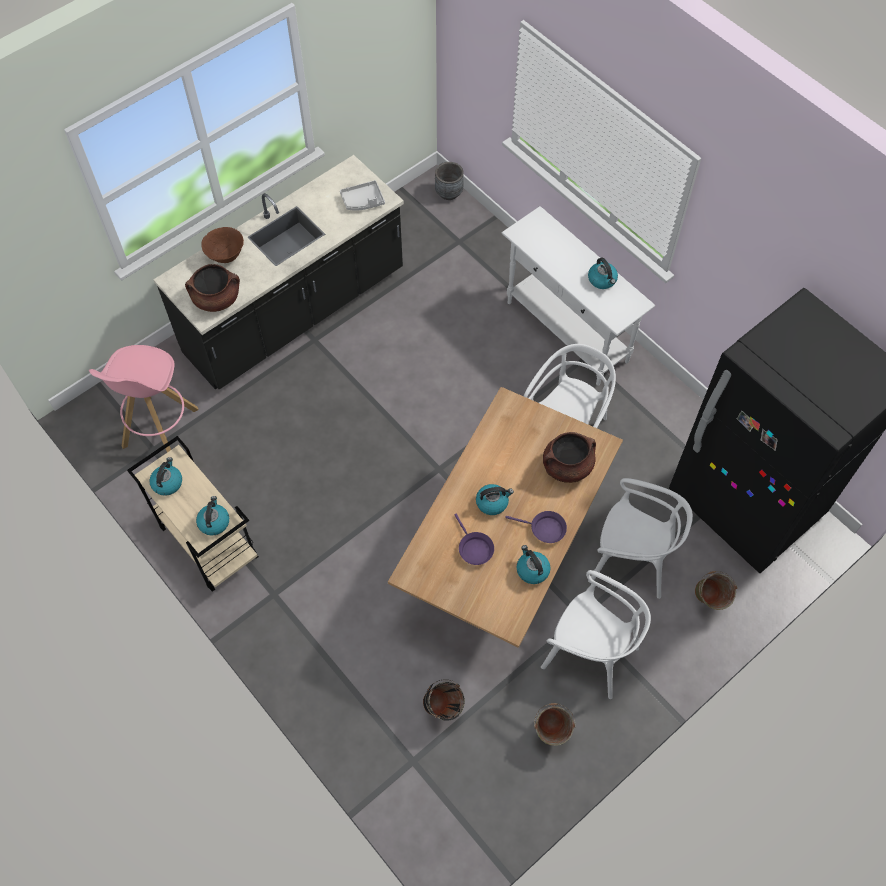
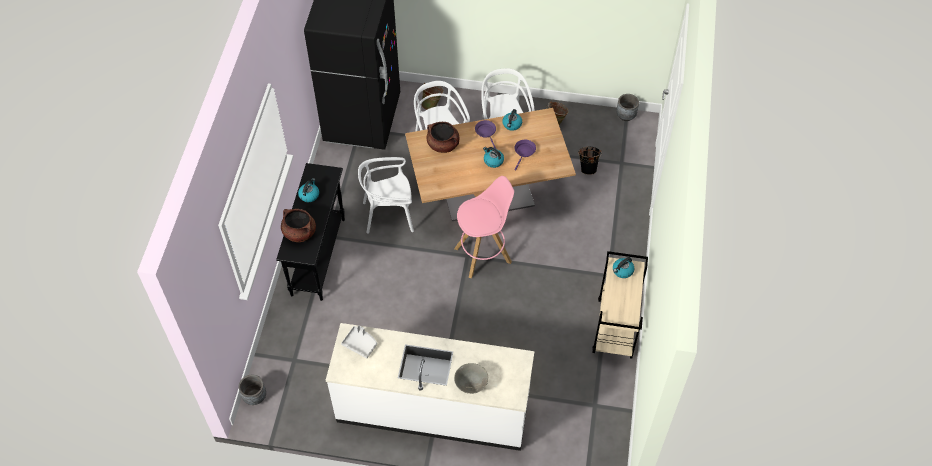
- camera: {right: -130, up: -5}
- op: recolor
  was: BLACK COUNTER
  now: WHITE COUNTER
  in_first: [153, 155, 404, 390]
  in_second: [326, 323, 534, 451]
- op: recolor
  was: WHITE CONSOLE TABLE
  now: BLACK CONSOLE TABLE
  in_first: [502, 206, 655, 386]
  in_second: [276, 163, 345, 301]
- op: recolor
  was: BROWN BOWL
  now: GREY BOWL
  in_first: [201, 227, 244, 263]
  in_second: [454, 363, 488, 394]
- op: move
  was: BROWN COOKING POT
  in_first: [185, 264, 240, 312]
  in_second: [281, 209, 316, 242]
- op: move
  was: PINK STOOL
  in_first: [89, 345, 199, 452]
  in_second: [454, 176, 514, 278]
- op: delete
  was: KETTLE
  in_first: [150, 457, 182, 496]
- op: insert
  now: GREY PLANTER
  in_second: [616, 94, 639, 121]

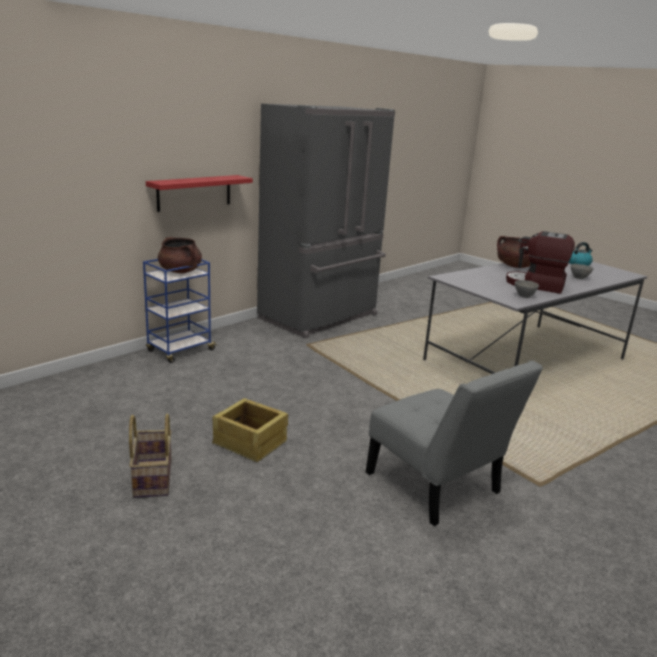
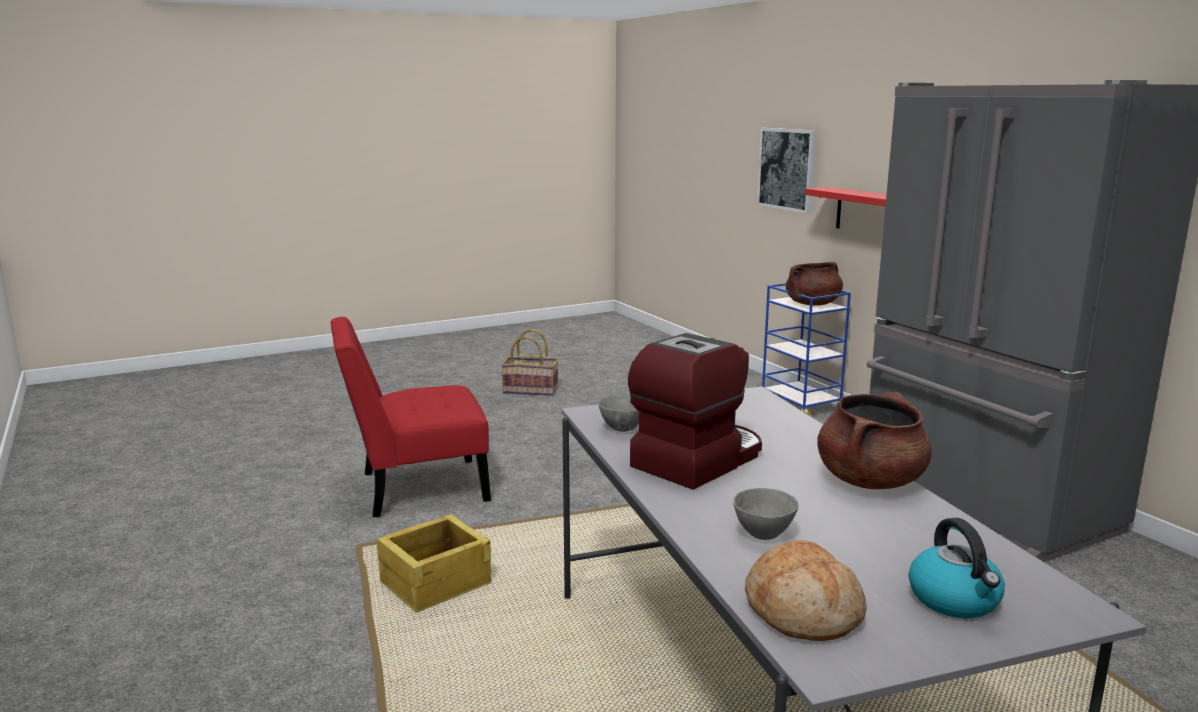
- camera: {right: 110, up: -5}
- op: recolor
  was: GREY CHAIR
  now: RED CHAIR
  in_first: [366, 361, 543, 526]
  in_second: [330, 317, 491, 517]
- op: move
  was: CRATE
  in_first: [212, 398, 288, 462]
  in_second: [377, 514, 491, 613]
- op: insert
  now: PICTURE
  in_second: [757, 128, 817, 213]
- op: insert
  now: BREAD
  in_second: [745, 540, 867, 641]

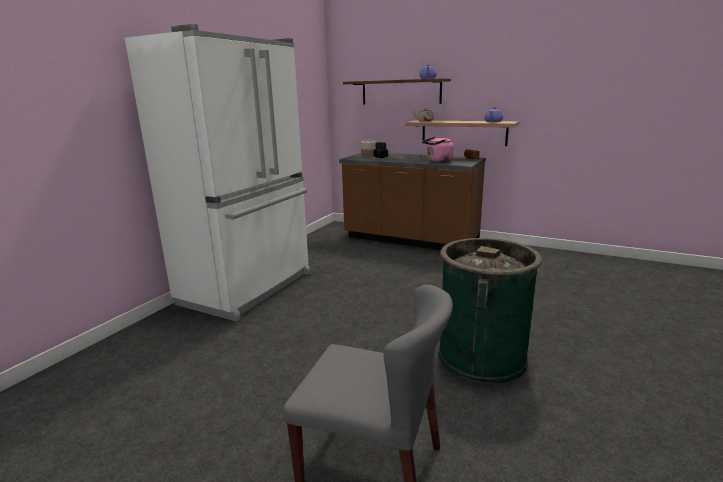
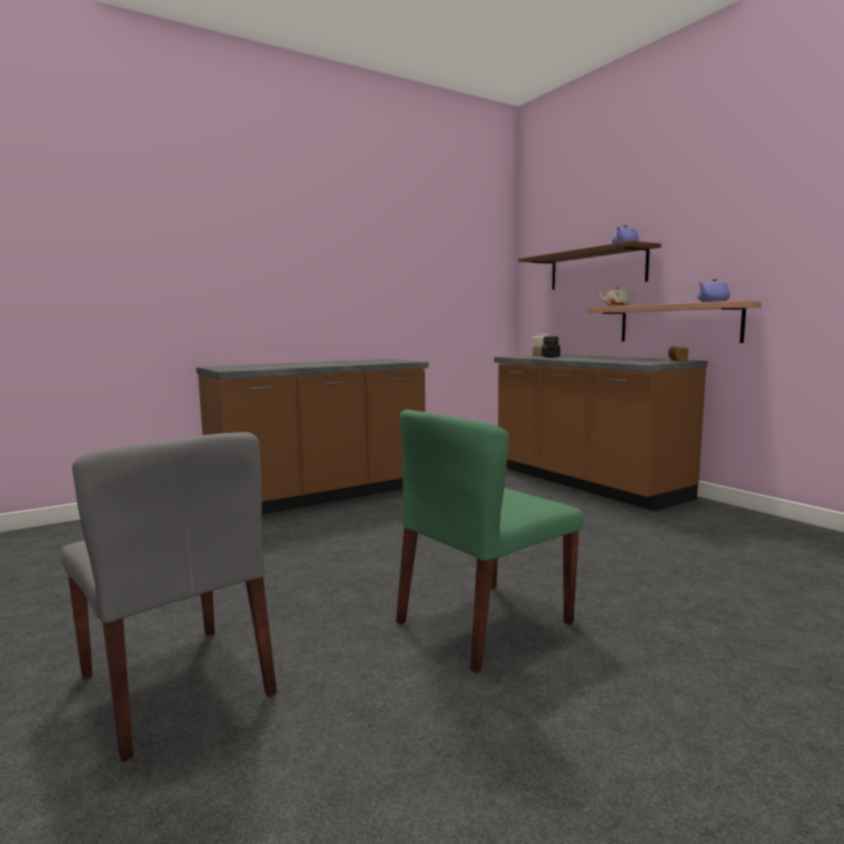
- camera: {right: 30, up: -10}
- op: replace
  was: WHITE FRIDGE
  now: BROWN COUNTER
  in_first: [125, 24, 311, 321]
  in_second: [196, 359, 429, 514]
- op: delete
  was: PINK KETTLE
  in_first: [423, 136, 453, 163]
- op: replace
  was: GREEN TRASH CAN
  now: GREEN CHAIR
  in_first: [438, 238, 542, 384]
  in_second: [396, 410, 583, 673]

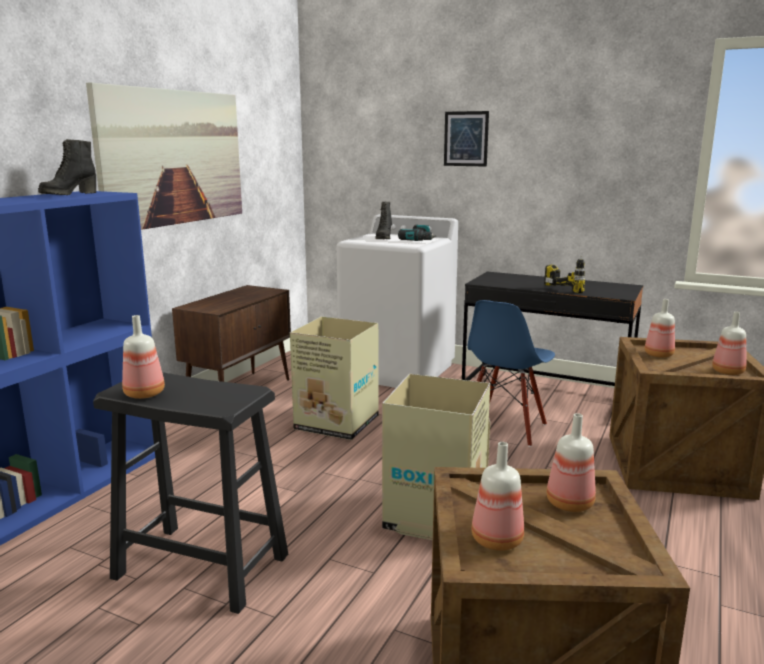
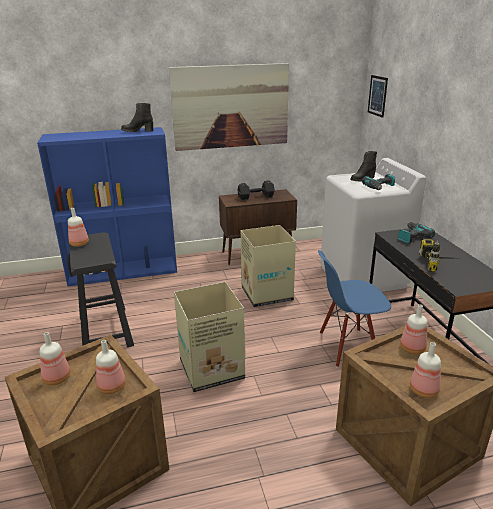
- camera: {right: 50, up: 10}
- op: move
  was: PICTURE
  in_first: [444, 111, 489, 167]
  in_second: [368, 75, 388, 118]
- op: insert
  now: BLACK DUMBBELL
  in_second: [237, 181, 275, 200]
- op: insert
  now: POWER DRILL
  in_second: [398, 222, 435, 244]

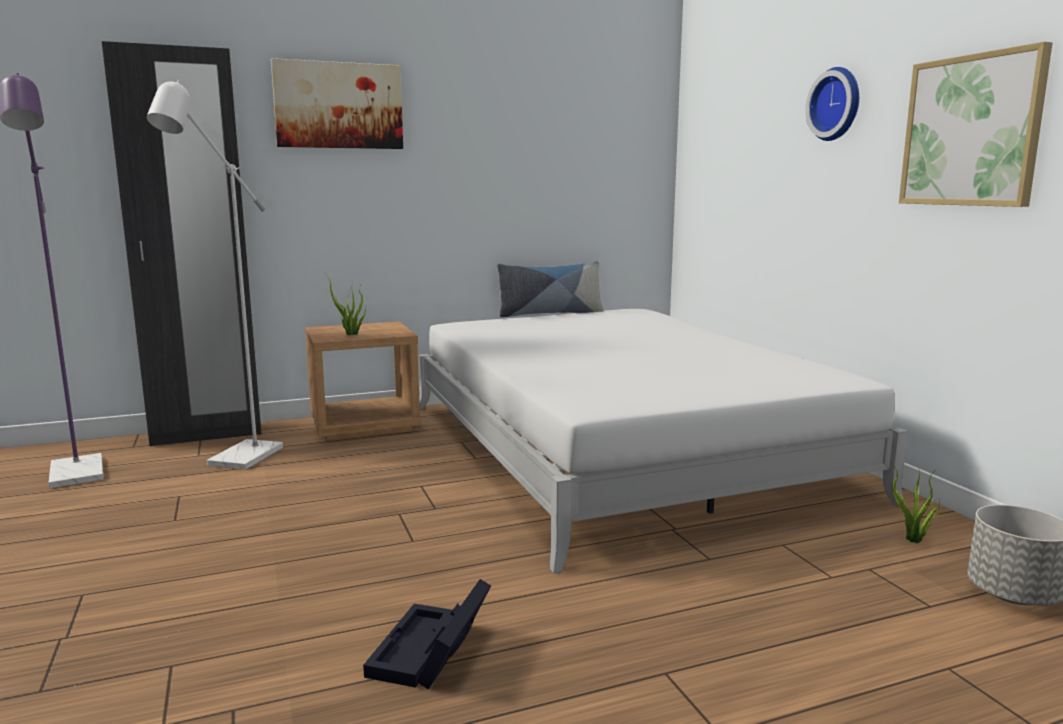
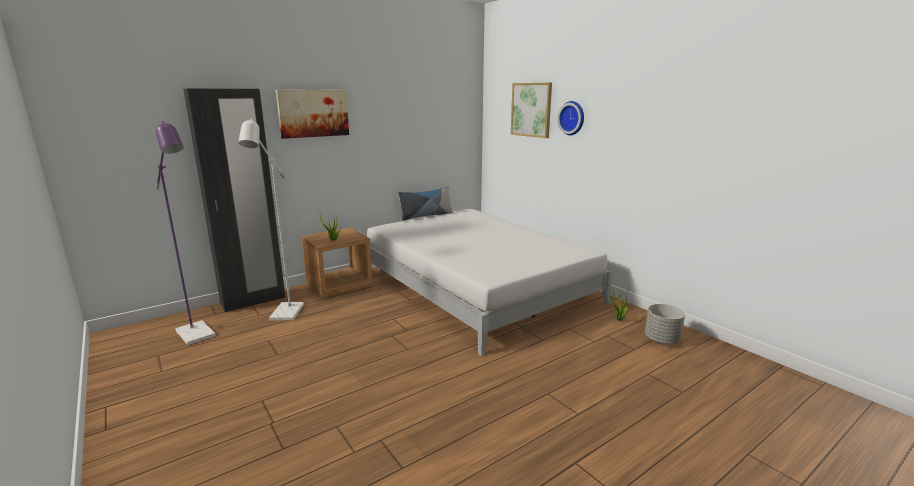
- camera: {right: -15, up: 5}
- op: move
  was: PICTURE
  in_first: [899, 42, 1053, 207]
  in_second: [511, 83, 552, 138]
- op: delete
  was: BLACK STORAGE BOX
  in_first: [363, 579, 491, 690]

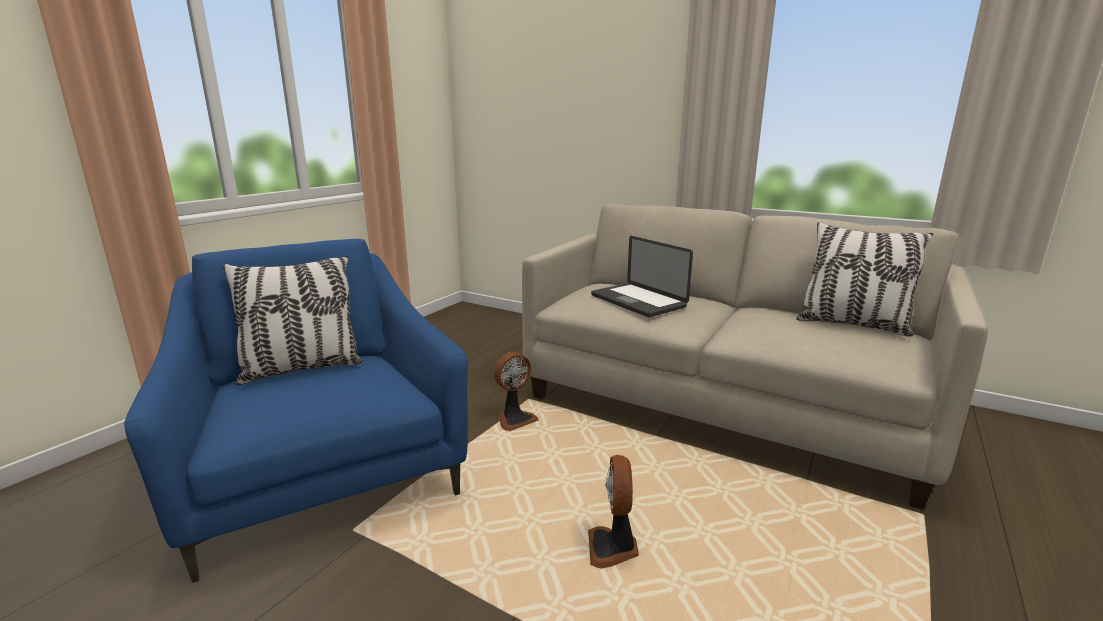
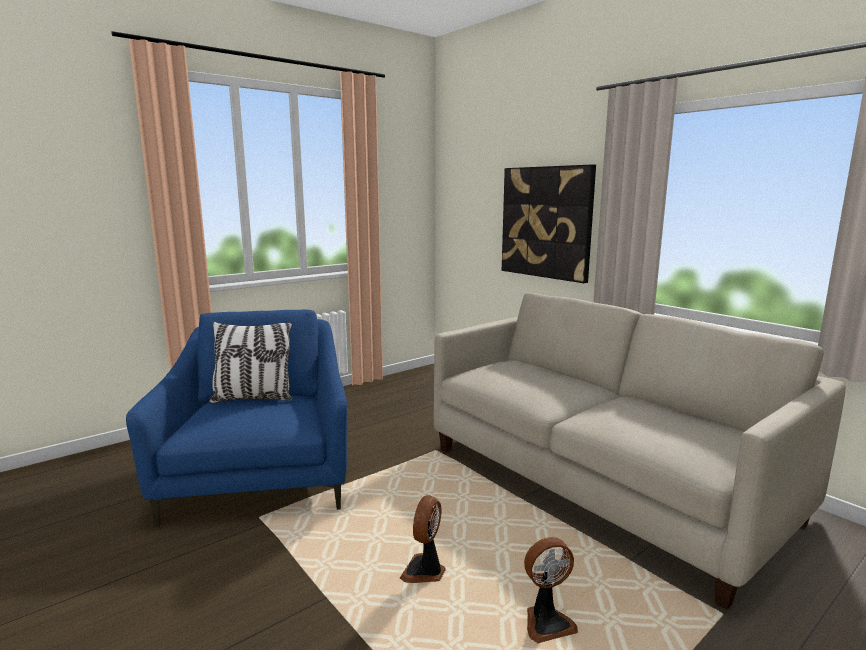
- camera: {right: 20, up: -5}
- op: delete
  was: PILLOW
  in_first: [796, 222, 933, 337]
- op: delete
  was: LAPTOP
  in_first: [591, 236, 693, 317]
- op: move
  was: FAN
  in_first: [494, 352, 538, 431]
  in_second: [524, 537, 578, 643]
- op: insert
  now: PICTURE
  in_second: [502, 164, 596, 283]

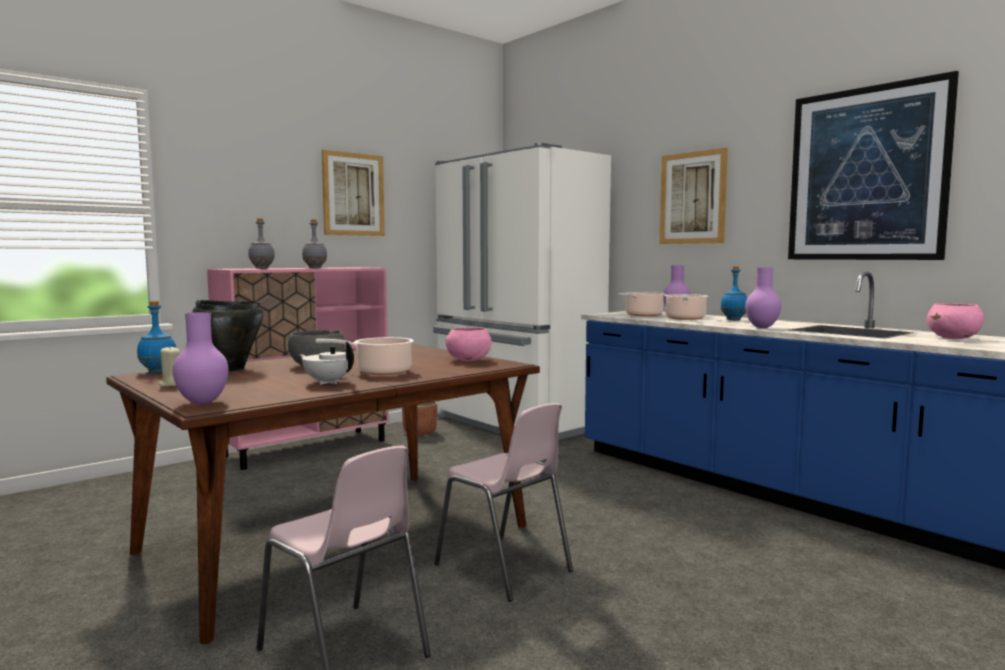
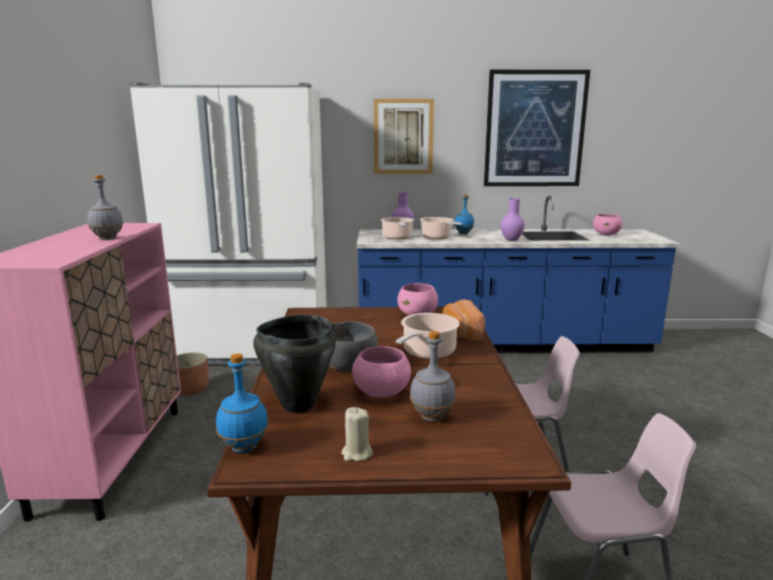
- camera: {right: -50, up: 10}
- op: delete
  was: PICTURE
  in_first: [322, 150, 385, 236]
- op: move
  was: GREY BOTTLE
  in_first: [248, 219, 275, 269]
  in_second: [410, 331, 456, 421]
- op: delete
  was: PURPLE VASE
  in_first: [172, 312, 229, 404]
- op: delete
  was: WHITE TEAPOT
  in_first: [300, 342, 354, 385]
- op: insert
  now: BREAD
  in_second: [442, 300, 485, 341]
- op: insert
  now: PINK BOWL
  in_second: [352, 346, 411, 397]

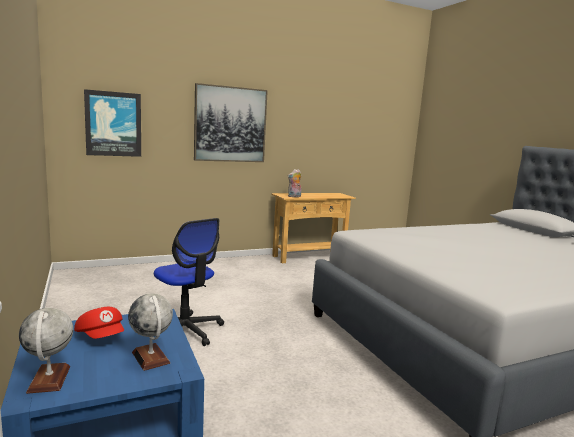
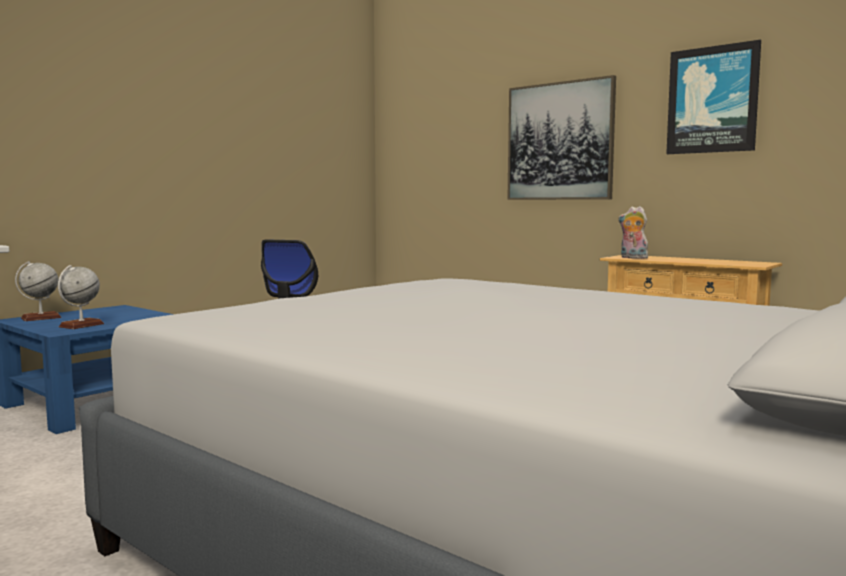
- camera: {right: 65, up: -5}
- op: move
  was: PICTURE
  in_first: [84, 89, 141, 157]
  in_second: [666, 40, 761, 154]
- op: delete
  was: RED CAP
  in_first: [74, 307, 124, 339]

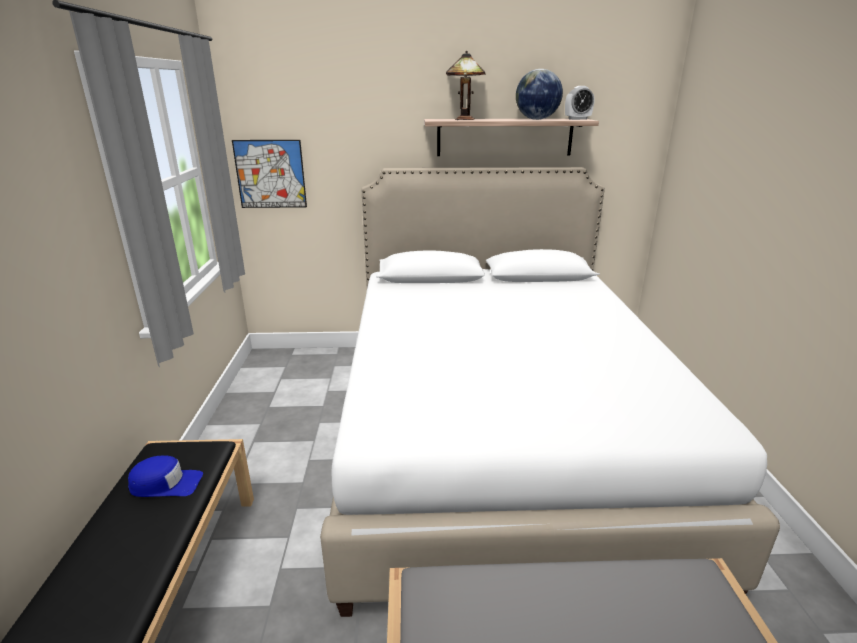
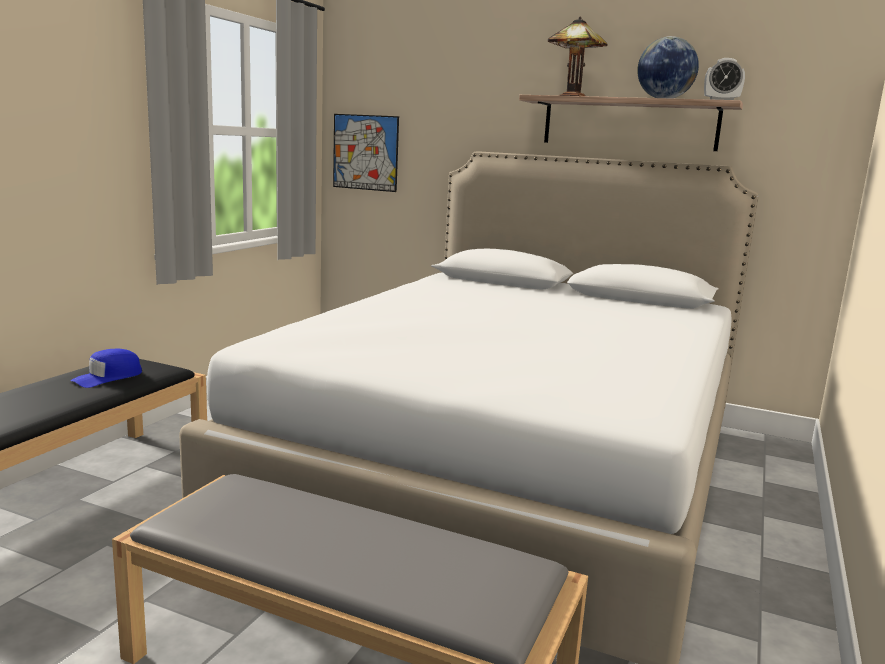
- camera: {right: 25, up: -10}
- op: rotate
  was: BLUE CAP
  in_first: [128, 456, 203, 497]
  in_second: [70, 349, 142, 388]
  clockwise: 105

